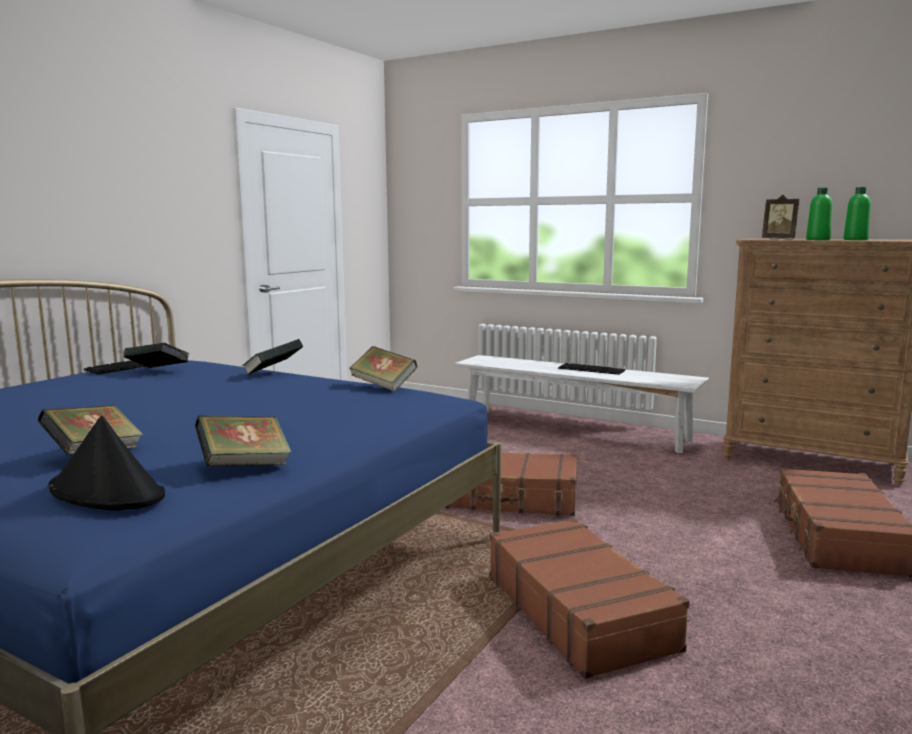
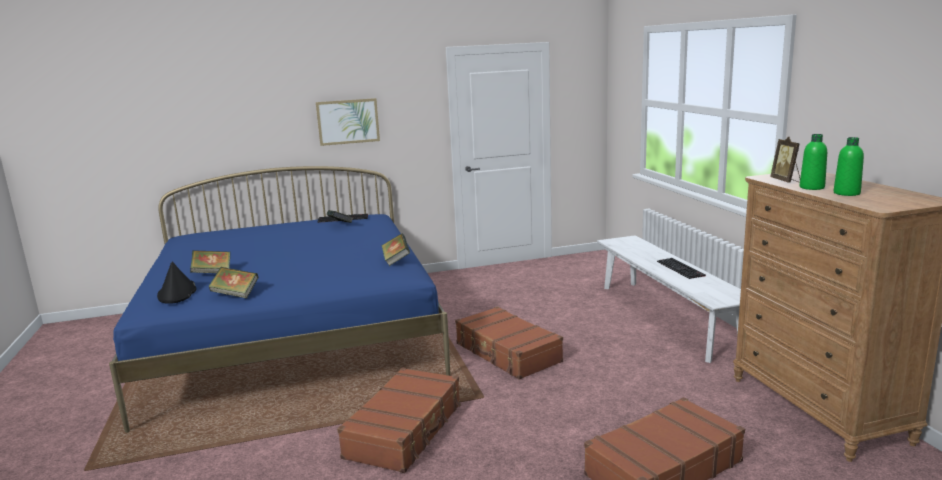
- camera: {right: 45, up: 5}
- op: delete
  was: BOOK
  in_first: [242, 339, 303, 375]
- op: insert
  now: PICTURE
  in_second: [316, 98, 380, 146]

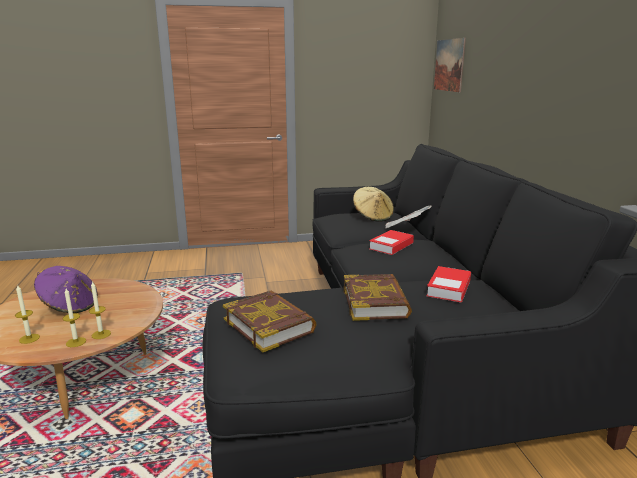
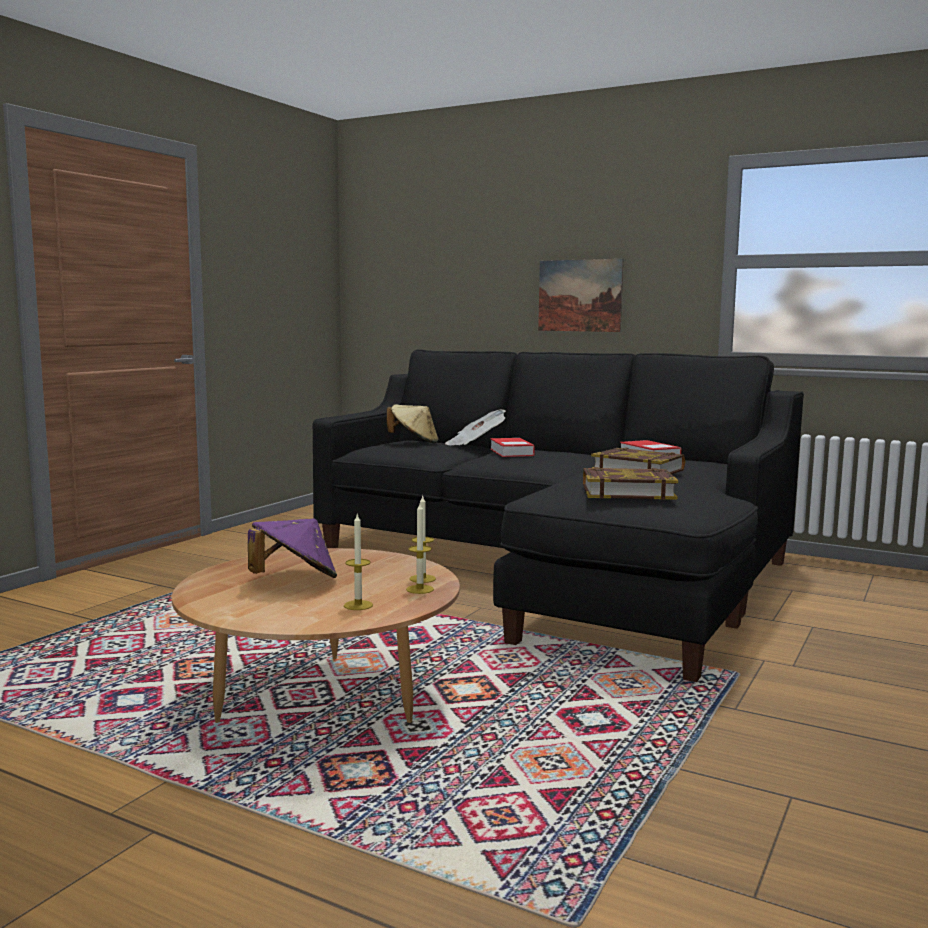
- camera: {right: -50, up: -10}
- op: move
  was: PICTURE
  in_first: [434, 38, 466, 92]
  in_second: [538, 259, 623, 332]

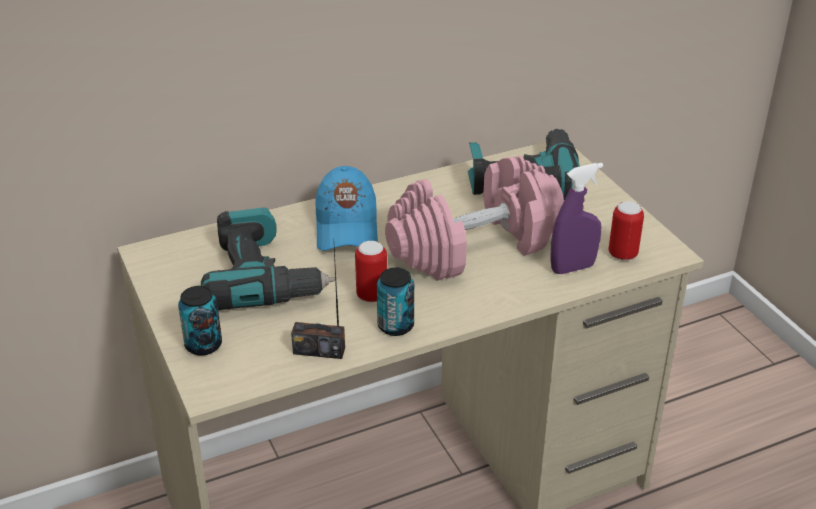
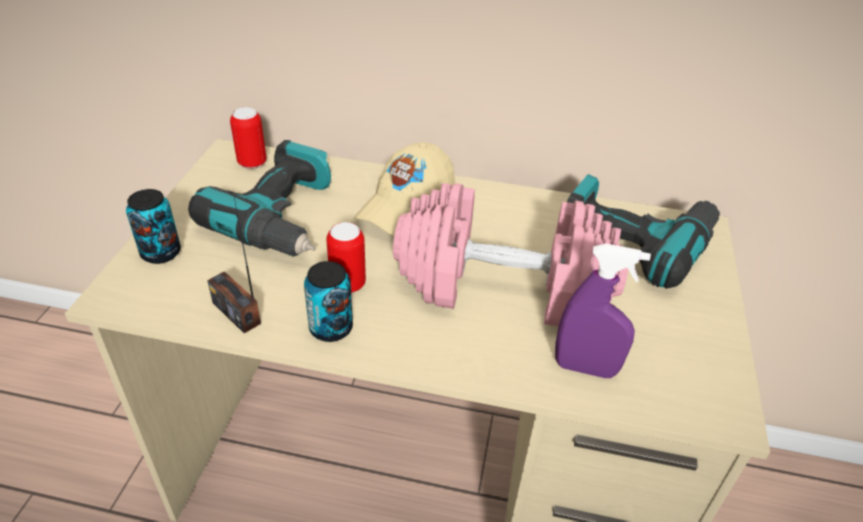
- camera: {right: 35, up: 5}
- op: recolor
  was: BLUE CAP
  now: BEIGE CAP
  in_first: [315, 166, 378, 251]
  in_second: [354, 142, 455, 237]
- op: move
  was: CAN
  in_first: [608, 201, 644, 261]
  in_second: [230, 107, 267, 169]

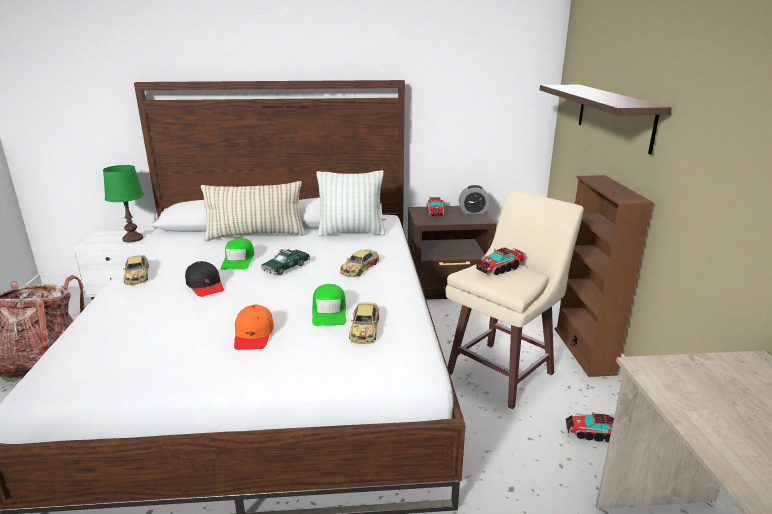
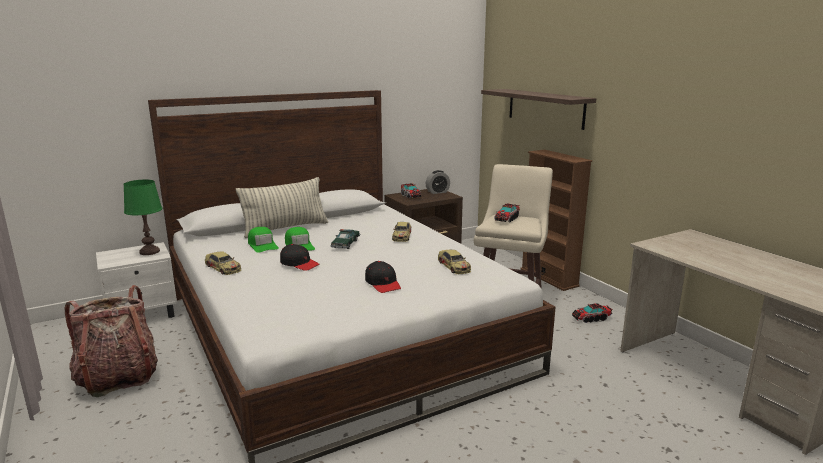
- camera: {right: -25, up: -5}
- op: delete
  was: PILLOW
  in_first: [316, 170, 385, 236]
- op: move
  was: GREEN CAP
  in_first: [312, 284, 346, 326]
  in_second: [248, 227, 279, 253]
- op: recolor
  was: ORANGE CAP
  now: BLACK CAP
  in_first: [234, 304, 274, 350]
  in_second: [365, 261, 401, 293]

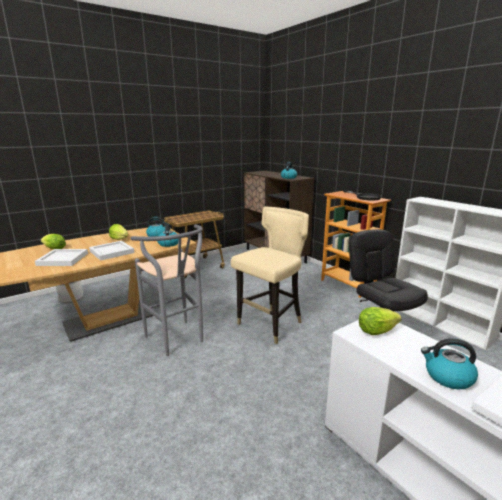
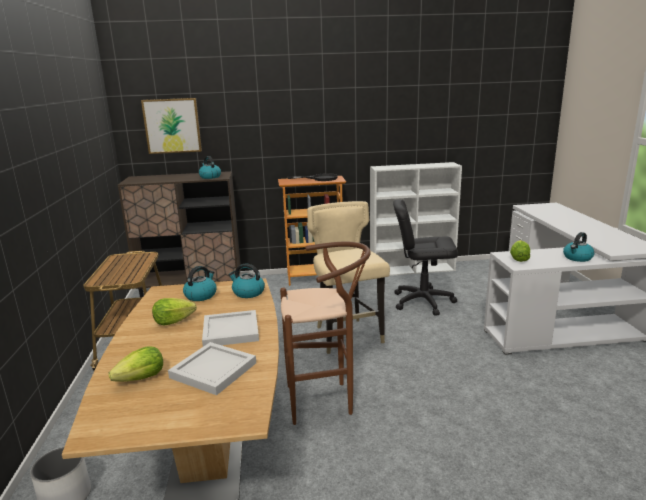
- camera: {right: -60, up: 0}
- op: recolor
  was: GREY STOOL
  now: BROWN STOOL
  in_first: [131, 224, 203, 356]
  in_second: [280, 242, 371, 425]
- op: insert
  now: PICTURE
  in_second: [141, 98, 202, 154]

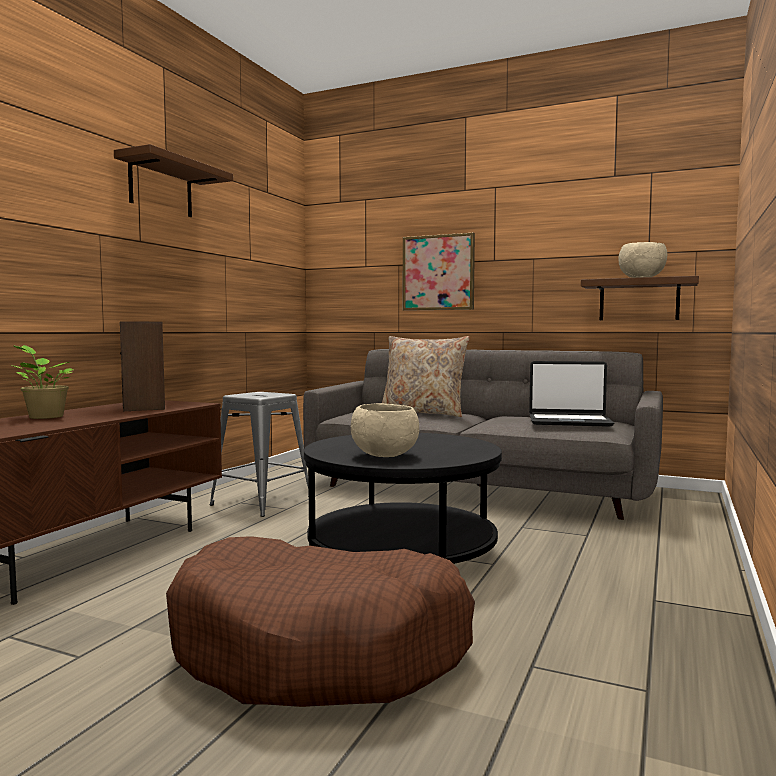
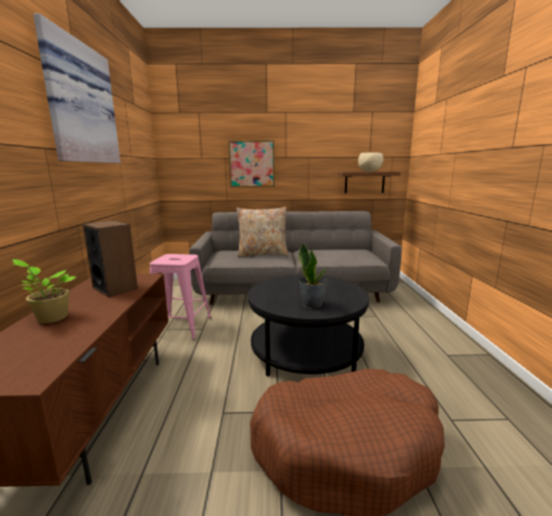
- camera: {right: -25, up: 10}
- op: replace
  was: BROWN SHELF
  now: PICTURE
  in_first: [114, 144, 233, 217]
  in_second: [33, 14, 121, 163]
- op: delete
  was: LAPTOP
  in_first: [529, 361, 614, 427]
- op: recolor
  was: GREY STOOL
  now: PINK STOOL
  in_first: [210, 392, 309, 517]
  in_second: [150, 254, 211, 340]
- op: replace
  was: BEIGE BOWL
  now: POTTED PLANT
  in_first: [351, 403, 419, 457]
  in_second: [299, 243, 328, 309]

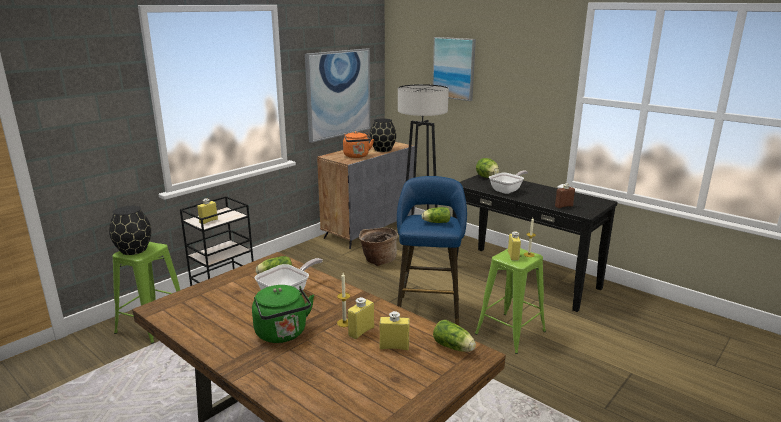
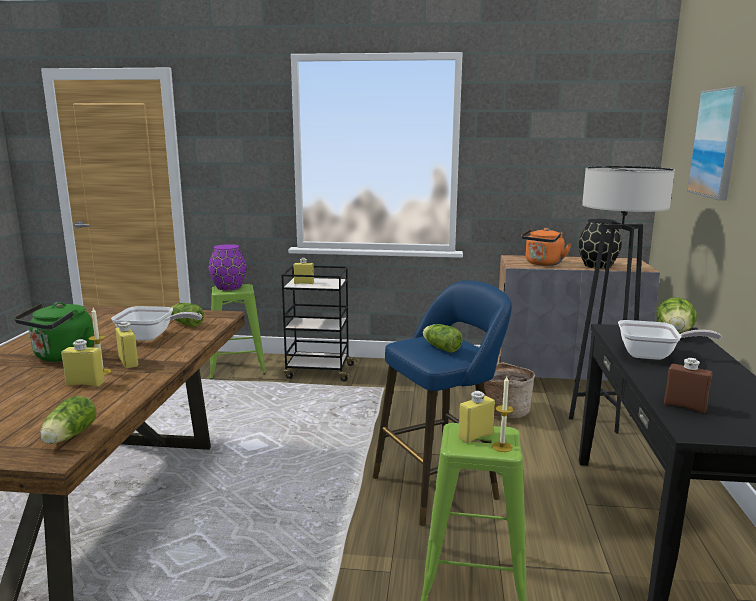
- camera: {right: 55, up: -5}
- op: delete
  was: PICTURE
  in_first: [305, 49, 370, 143]
- op: recolor
  was: BLACK VASE
  now: PURPLE VASE
  in_first: [109, 206, 151, 255]
  in_second: [209, 244, 247, 290]
- op: move
  was: YELLOW BOTTLE
  in_first: [379, 311, 410, 350]
  in_second: [116, 321, 138, 368]

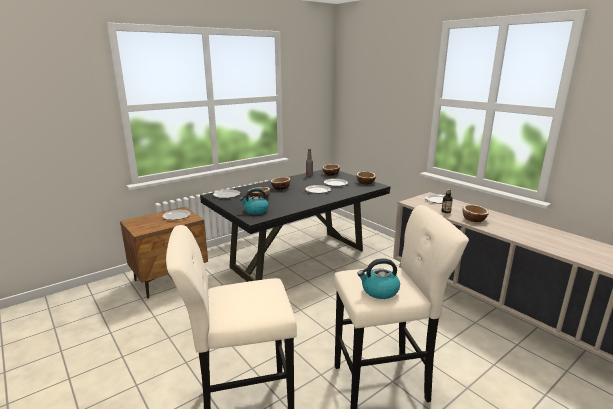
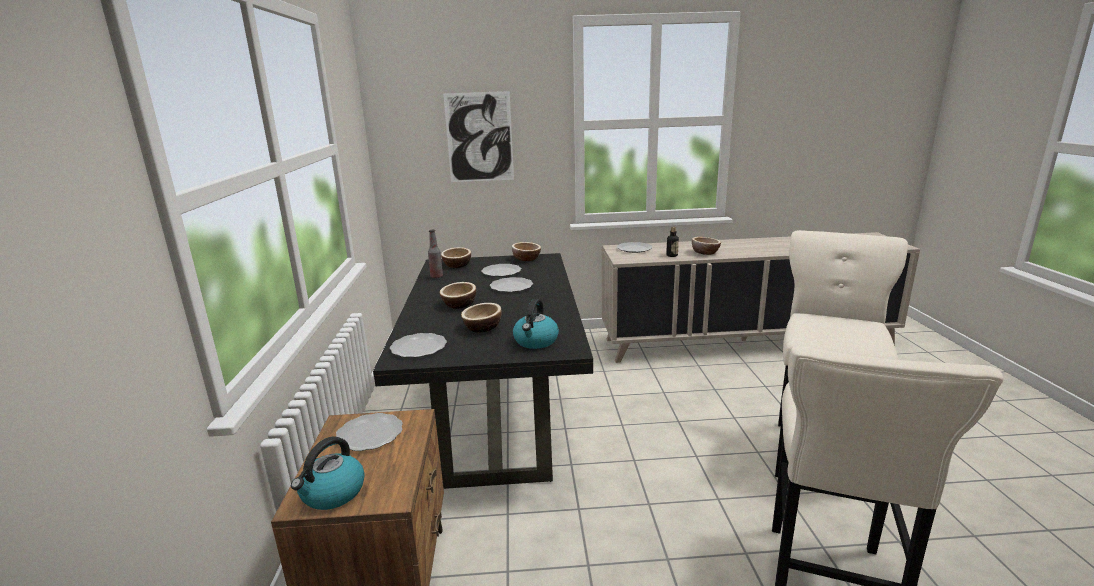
- camera: {right: -55, up: 0}
- op: move
  was: KETTLE
  in_first: [357, 258, 400, 299]
  in_second: [291, 436, 365, 510]
- op: insert
  now: PICTURE
  in_second: [443, 91, 514, 182]

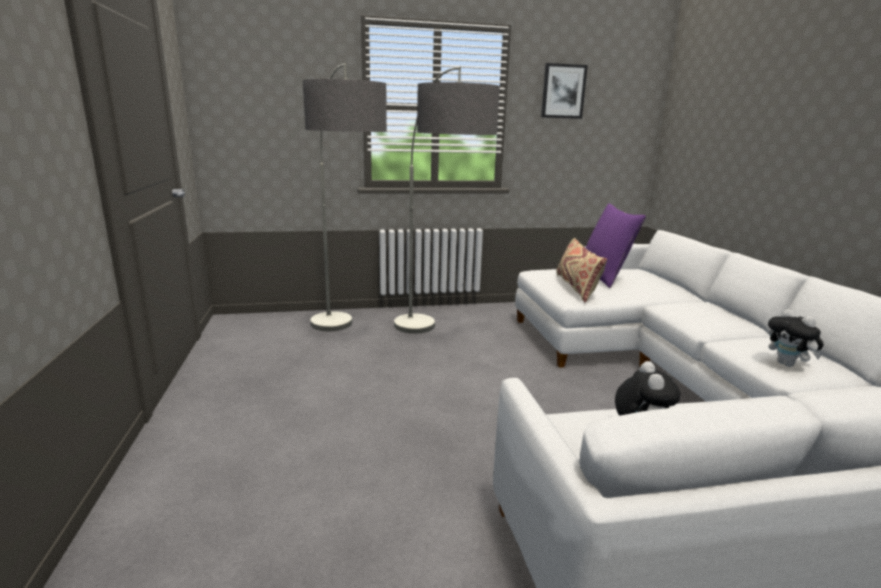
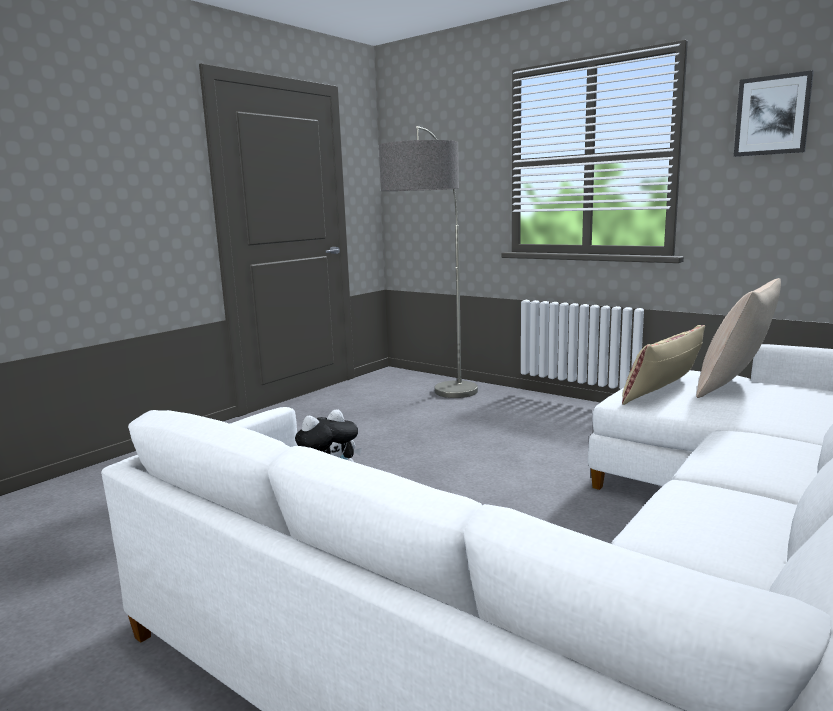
- camera: {right: 50, up: -5}
- op: delete
  was: FLOOR LAMP
  in_first: [394, 67, 500, 334]
- op: recolor
  was: PURPLE PILLOW
  now: BEIGE PILLOW
  in_first: [586, 203, 646, 288]
  in_second: [696, 278, 781, 398]
- op: delete
  was: PLUSH TOY
  in_first: [768, 309, 824, 367]

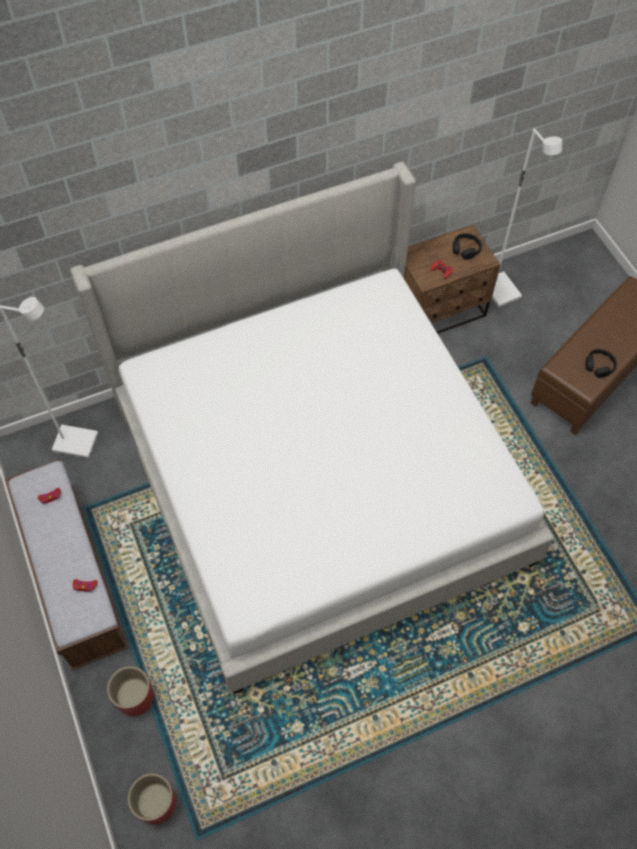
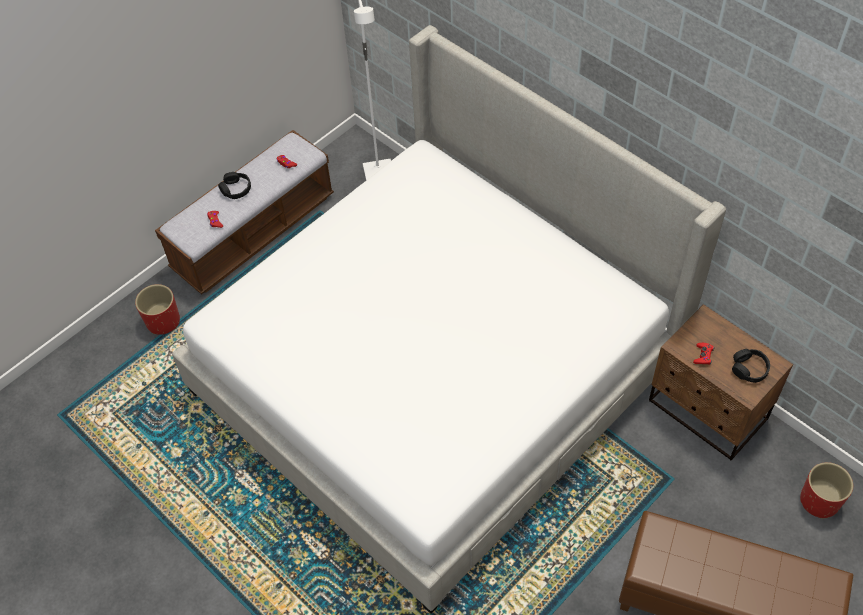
- camera: {right: 70, up: -5}
- op: delete
  was: WHITE FLOOR LAMP
  in_first: [492, 128, 562, 307]
- op: move
  was: BLACK HEADPHONES
  in_first: [585, 349, 617, 378]
  in_second: [218, 172, 251, 199]
- op: move
  was: RED PLANTER
  in_first: [128, 773, 176, 825]
  in_second: [800, 462, 853, 519]

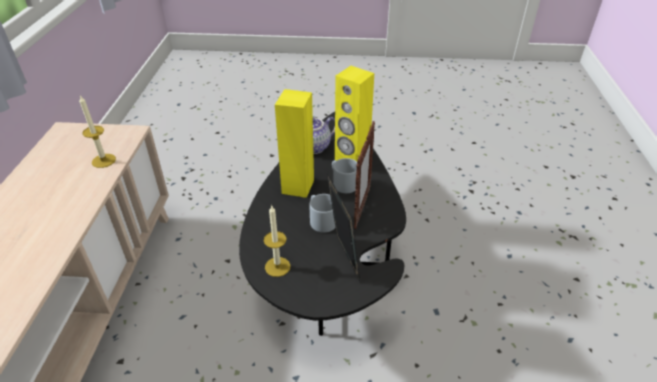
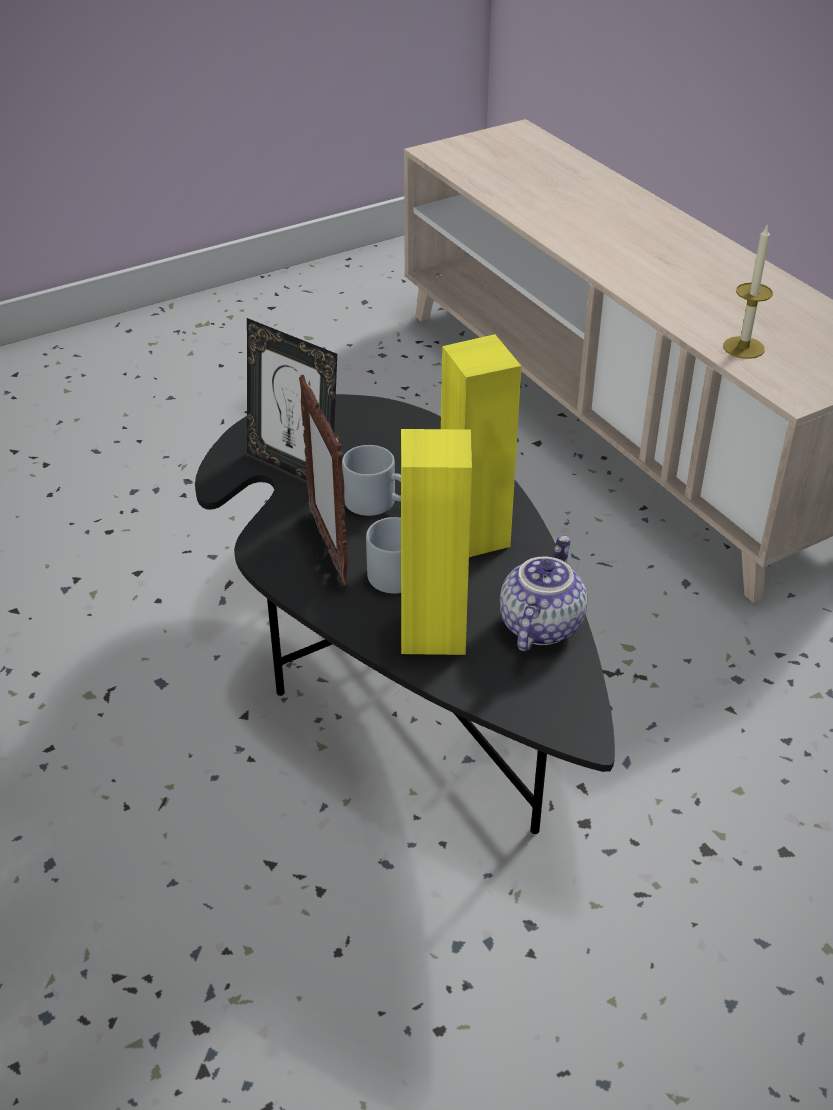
- camera: {right: 145, up: 0}
- op: delete
  was: CANDLE
  in_first: [264, 206, 291, 277]

